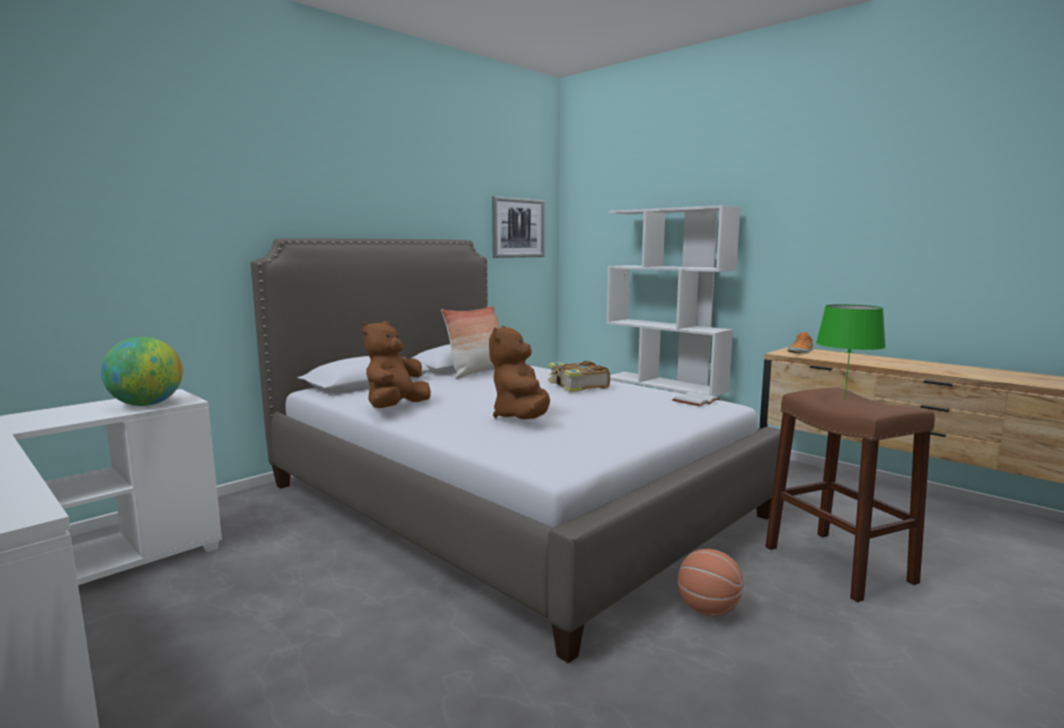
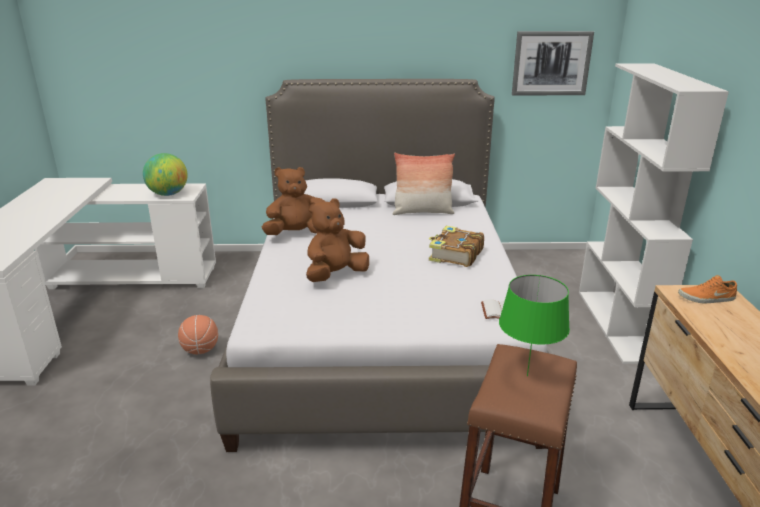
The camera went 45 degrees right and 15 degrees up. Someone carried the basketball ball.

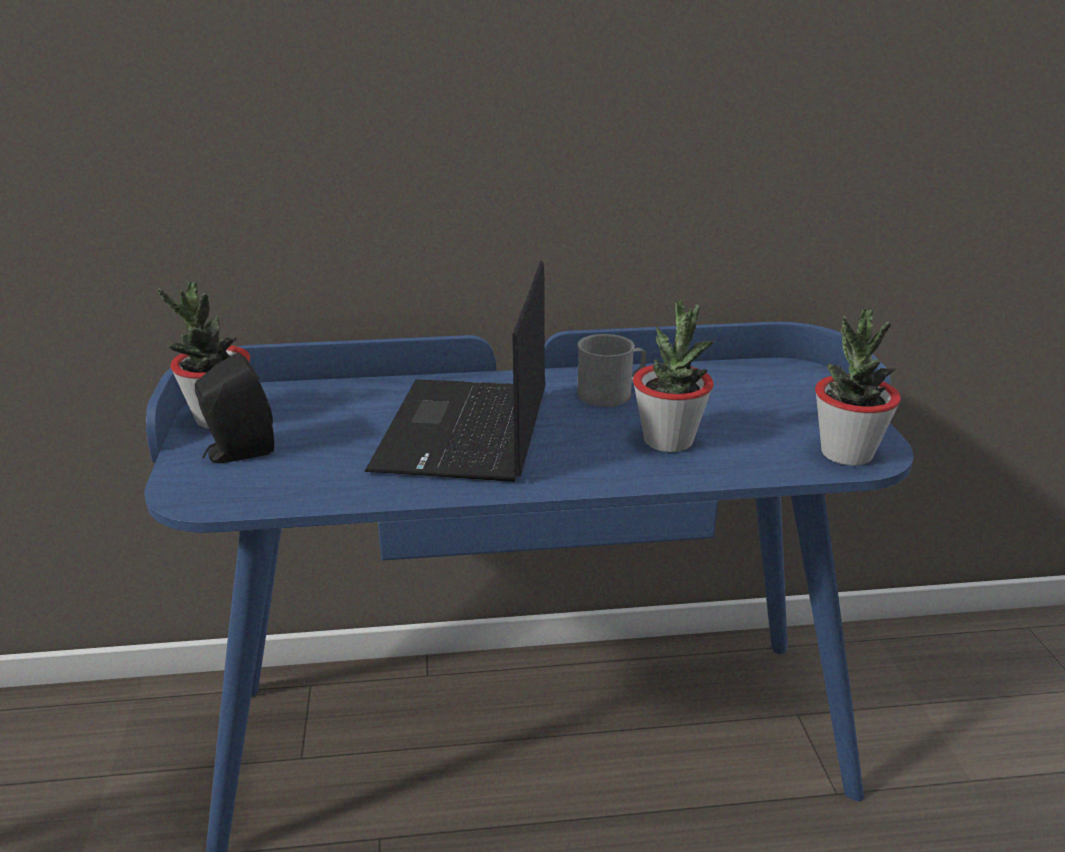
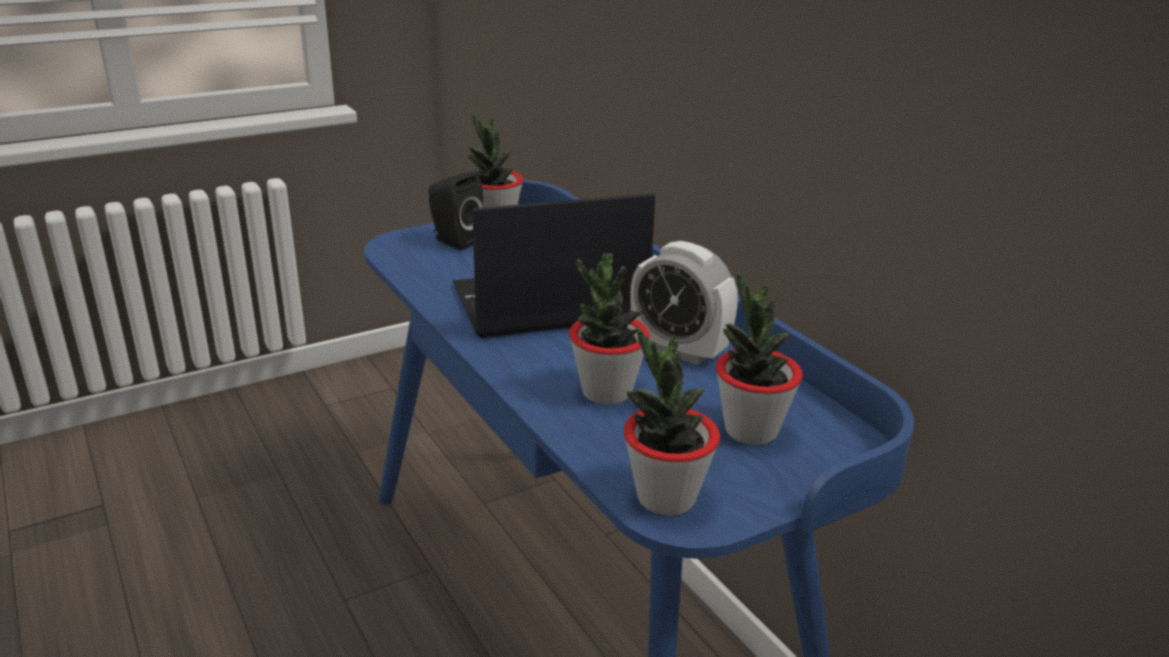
The camera went 65 degrees right and 0 degrees up. Someone swapped the tea mug/greyish for the alarm clock. Someone put down the plant in a pot (no. 4 from left).

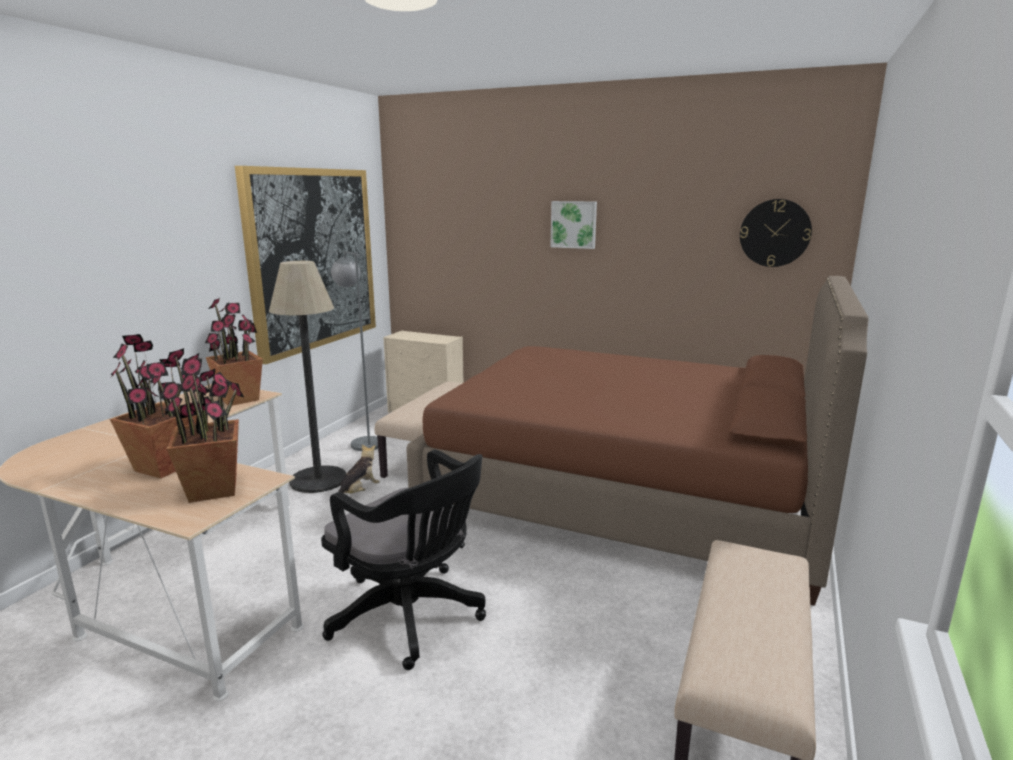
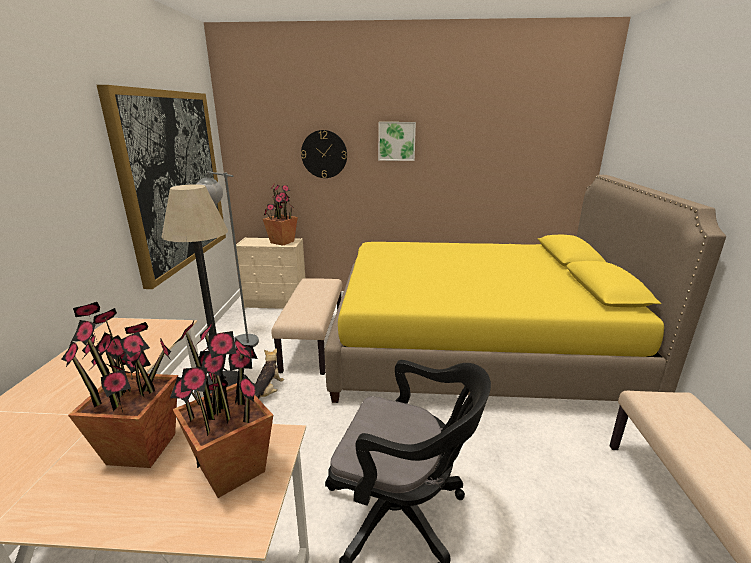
The camera went 20 degrees left and 5 degrees up. Someone carried the plant in a pot (no. 3 from left). Someone carried the hanging clock. Someone repainted the bed/brownish, which became the bed/yellowish.

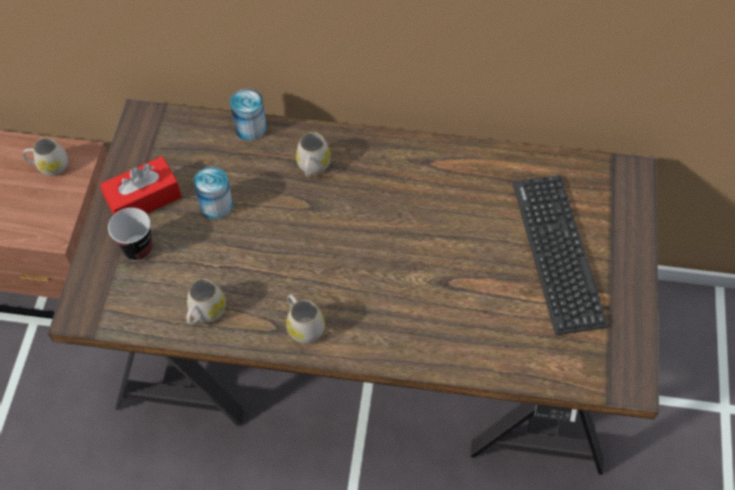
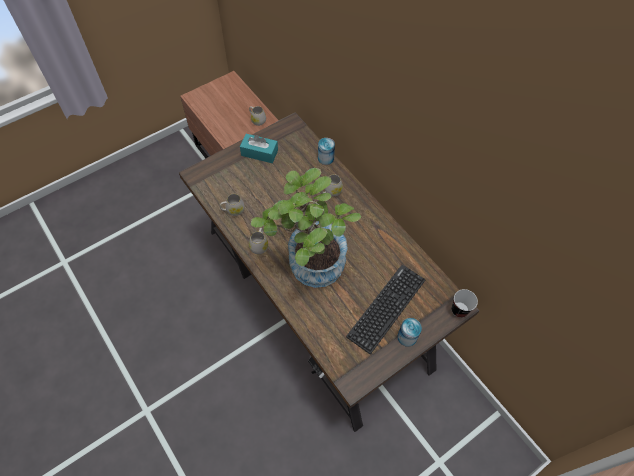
The camera went 45 degrees right and 0 degrees up. Someone repainted the tissue holder/red-coloured, which became the tissue holder/turquoise-coloured. Someone put down the plant in a pot. Someone carried the sealed can (no. 1 from left in the first image). Someone carried the drinking cup.

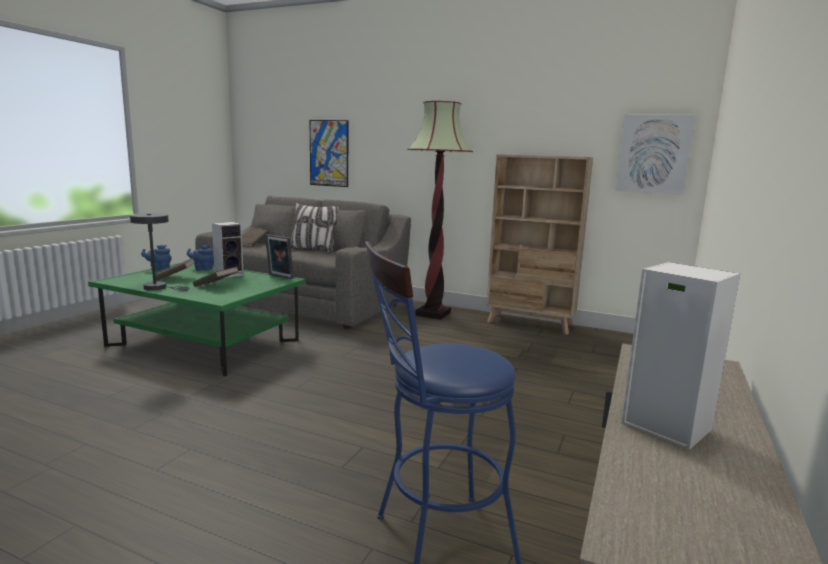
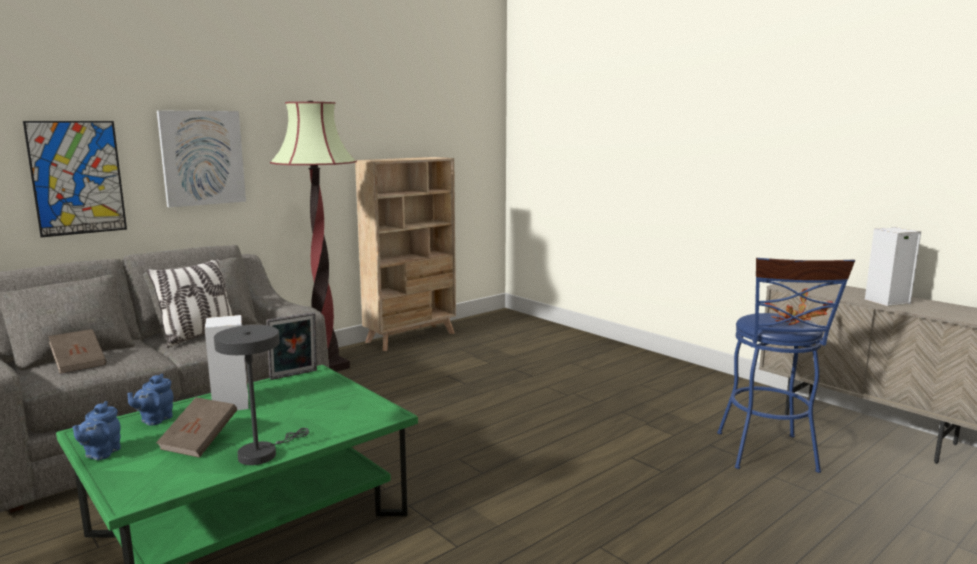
The camera went 65 degrees left and 0 degrees up. Someone carried the wall art (no. 2 from left). Someone put down the plant in a pot. Someone took away the book/brownish (no. 2 from left).

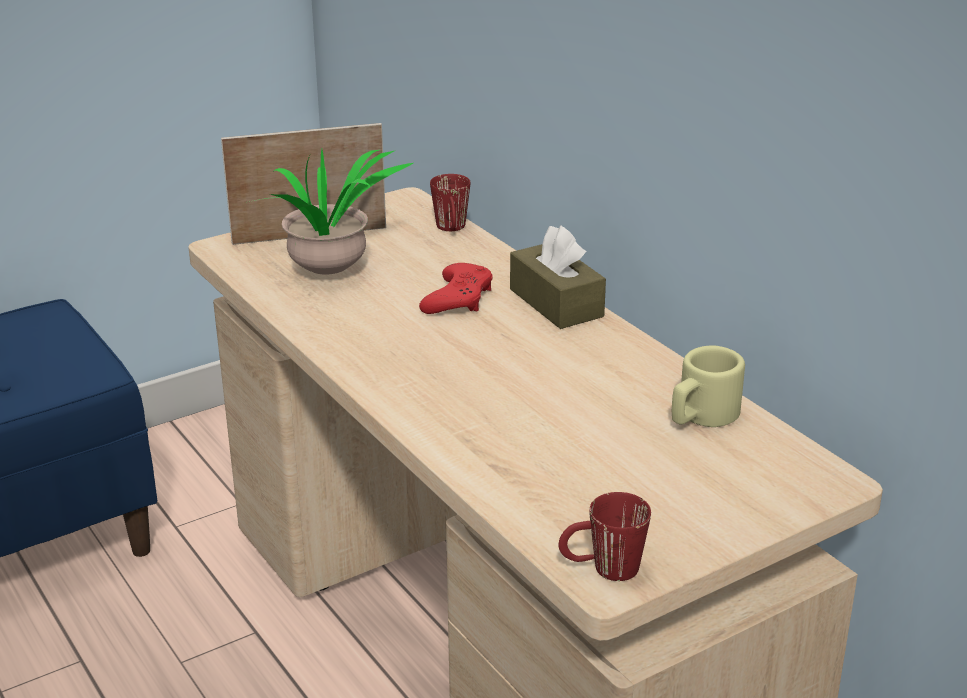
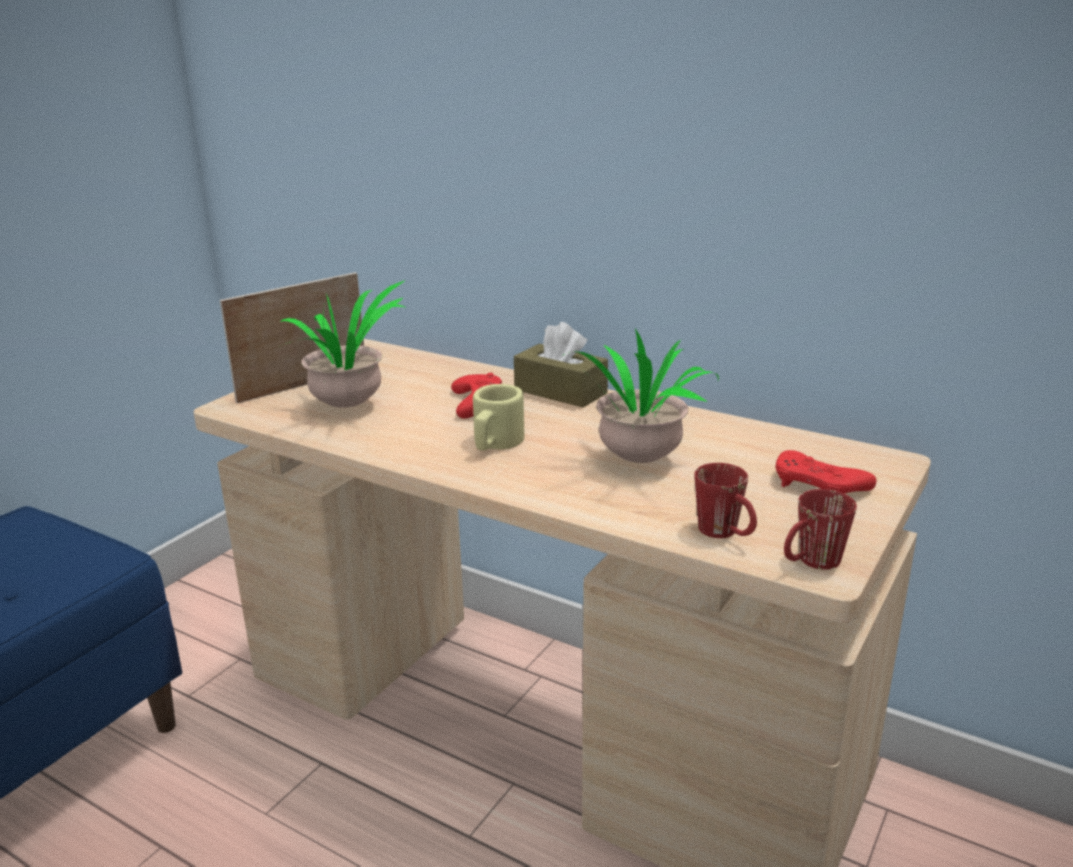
The camera went 25 degrees left and 5 degrees down. Someone carried the tea mug/sand-coloured. Someone put down the plant in a pot (no. 2 from left). Someone carried the tea mug/red-coloured (no. 1 from left). Someone put down the joypad/red-coloured (no. 2 from left).

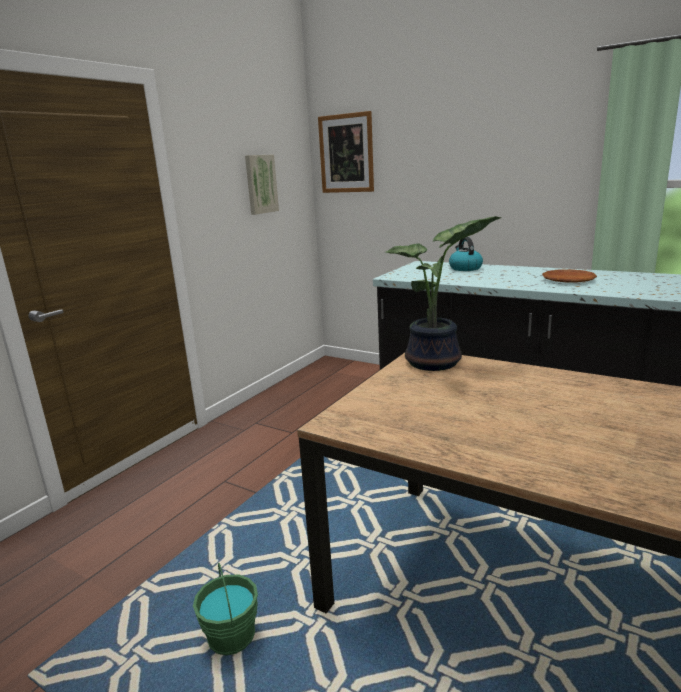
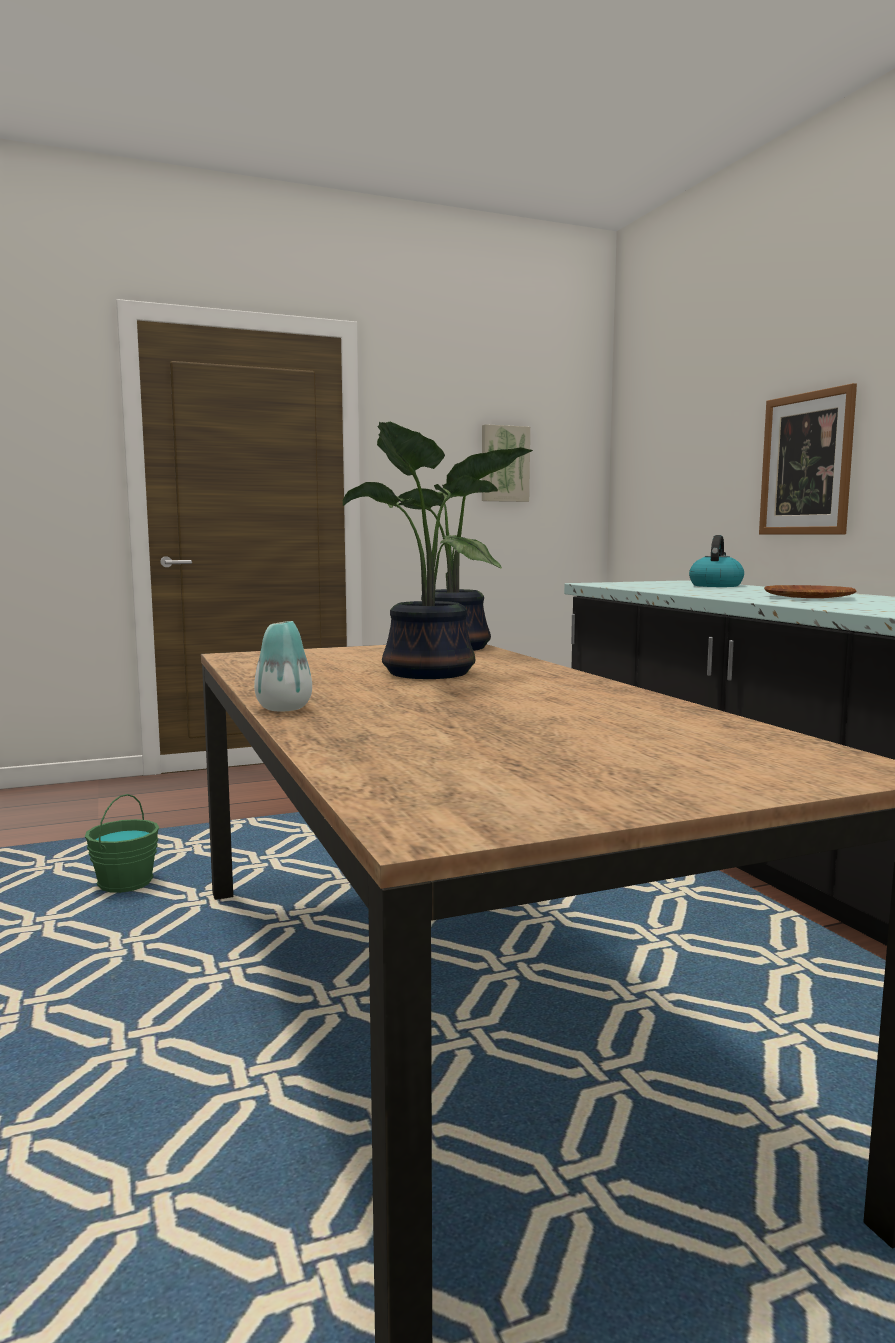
The camera went 35 degrees right and 10 degrees down. Someone put down the flower vase. Someone put down the plant in a pot (no. 1 from left). Someone carried the wall art (no. 2 from left).

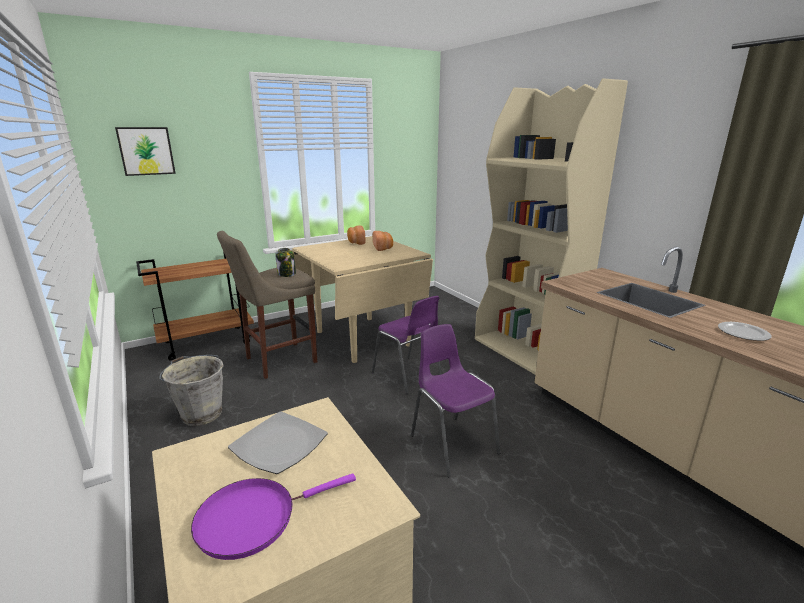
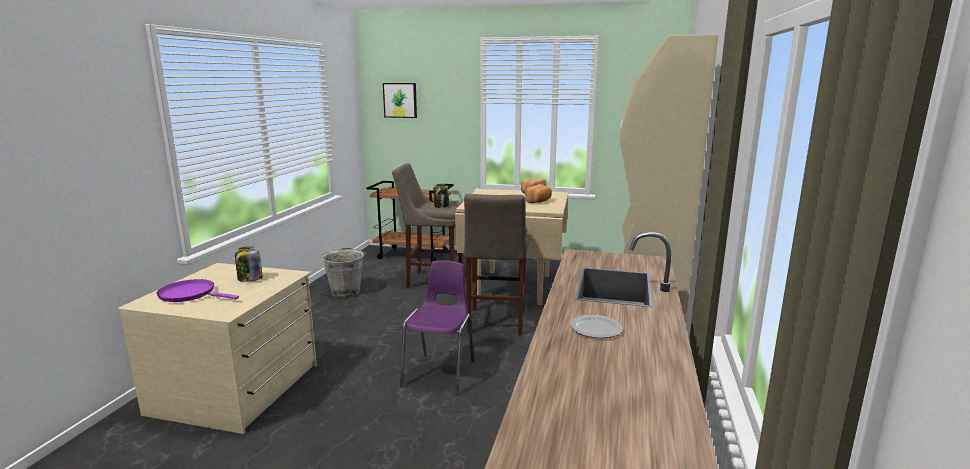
The camera went 45 degrees right and 5 degrees down. Someone swapped the dinner plate (no. 1 from left) for the storage jar (no. 1 from left). Someone swapped the chair/purple (no. 1 from left) for the sitting stool/sand-coloured (no. 2 from left).

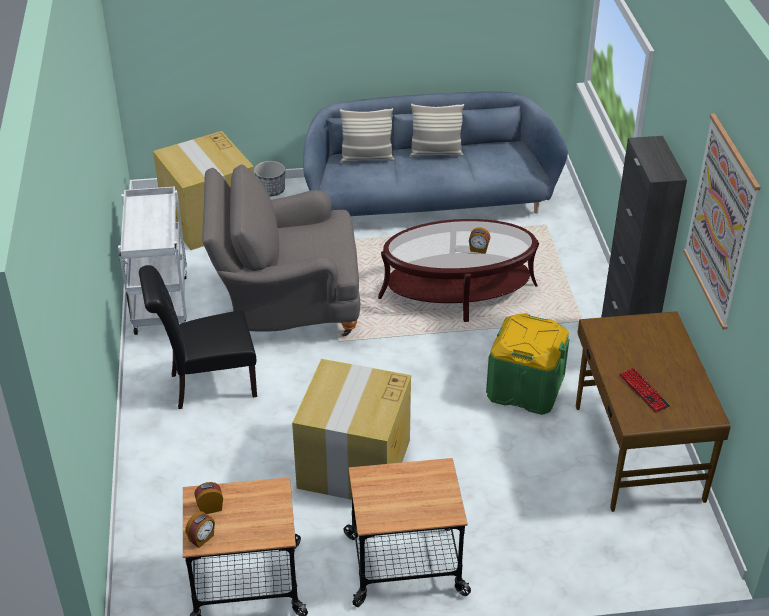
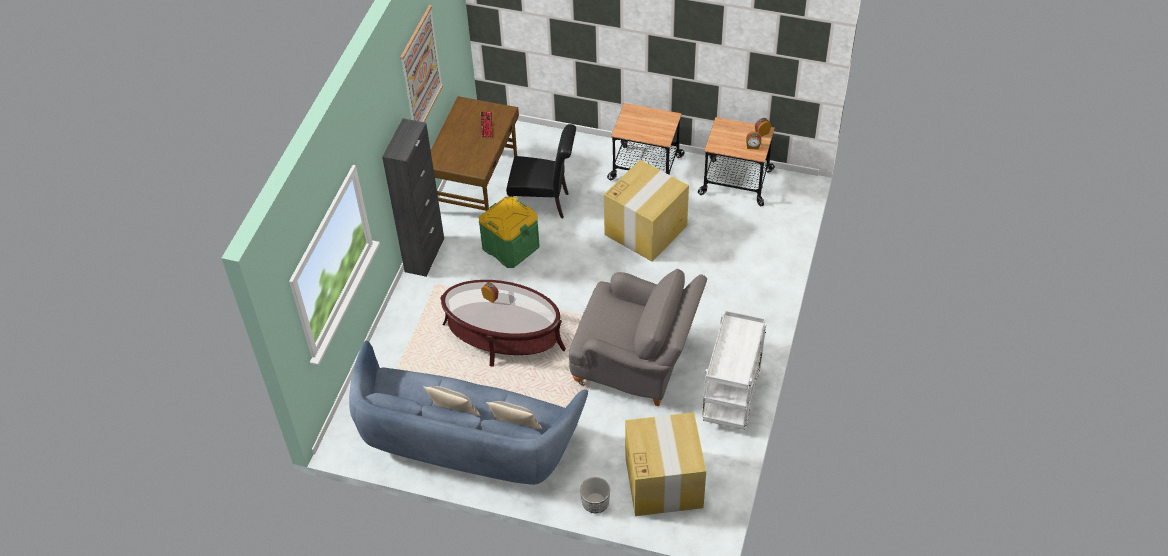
The camera went 155 degrees left and 10 degrees up. Someone carried the chair/black-coloured.

